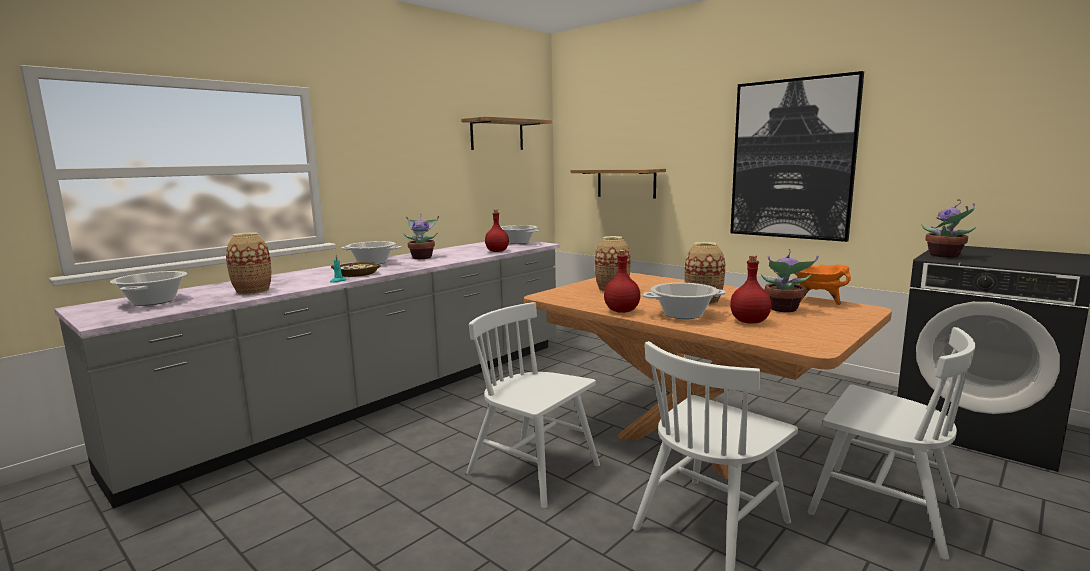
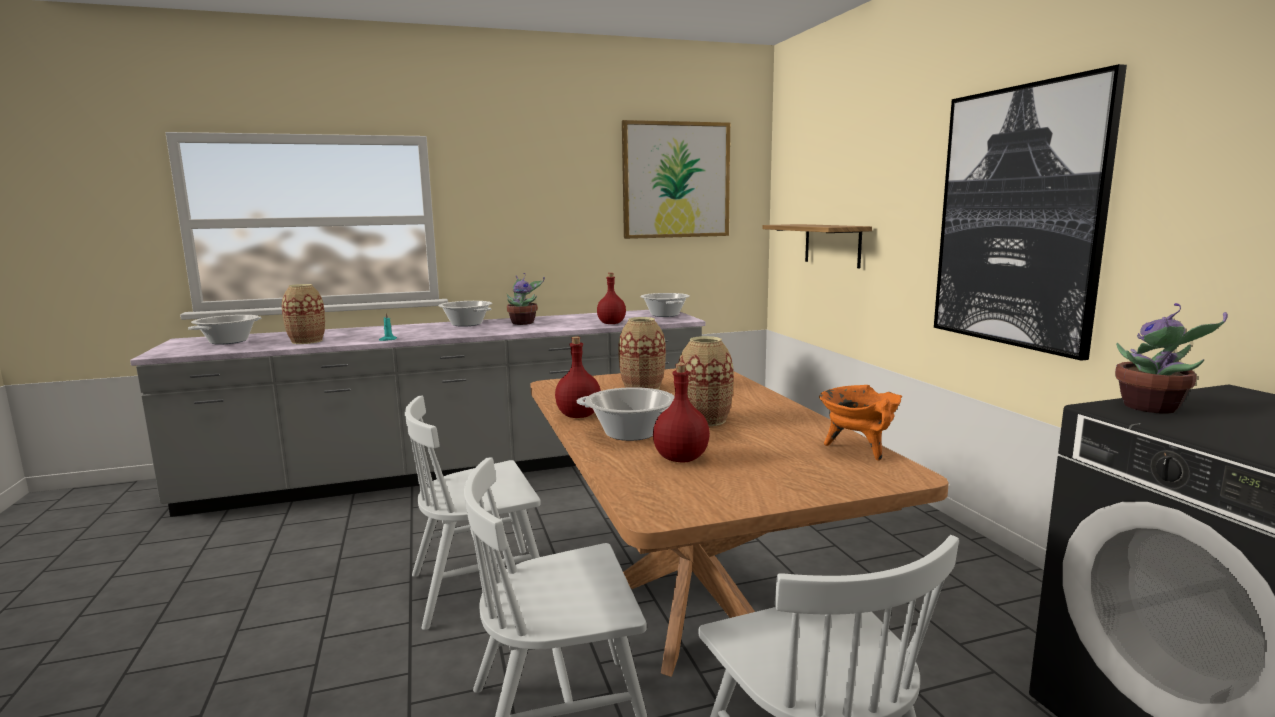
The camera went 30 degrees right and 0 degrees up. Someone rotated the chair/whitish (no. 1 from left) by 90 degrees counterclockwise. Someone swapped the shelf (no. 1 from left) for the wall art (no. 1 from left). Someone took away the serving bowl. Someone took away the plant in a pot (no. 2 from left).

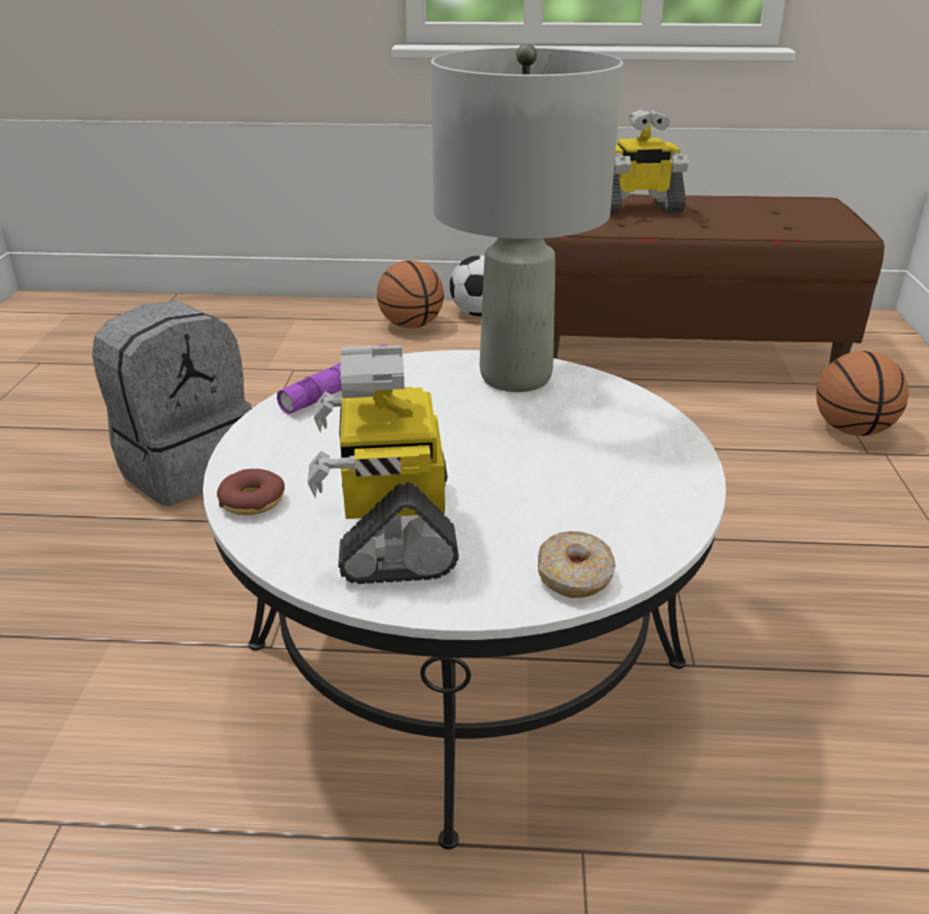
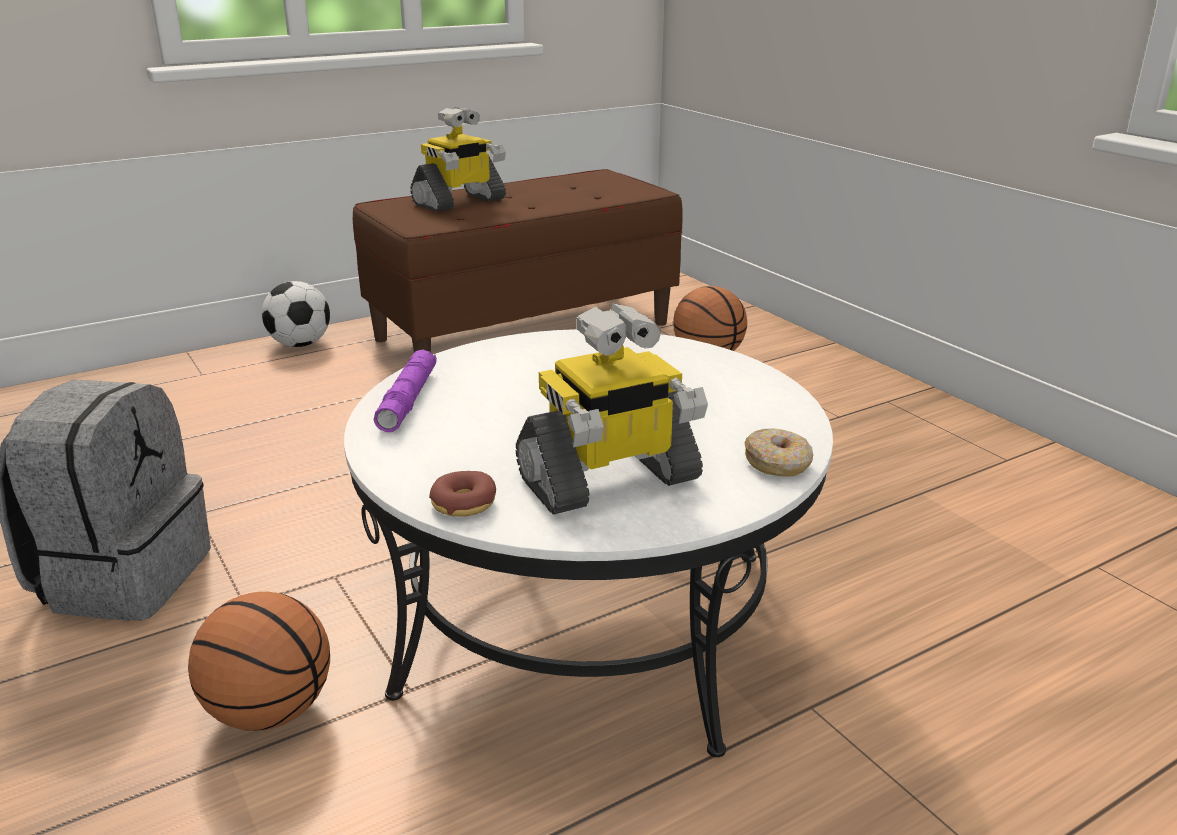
The camera went 35 degrees left and 5 degrees down. Someone carried the basketball ball (no. 1 from left). Someone rotated the robot figure (no. 1 from left in the first image) by 75 degrees counterclockwise. Someone took away the table lamp/greyish.

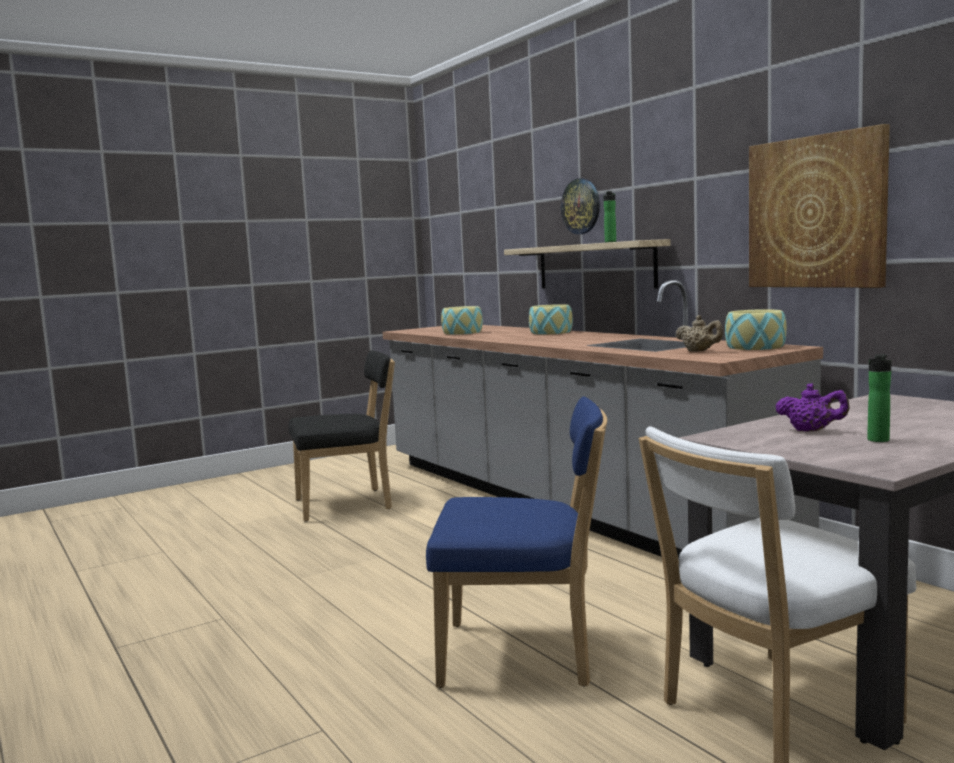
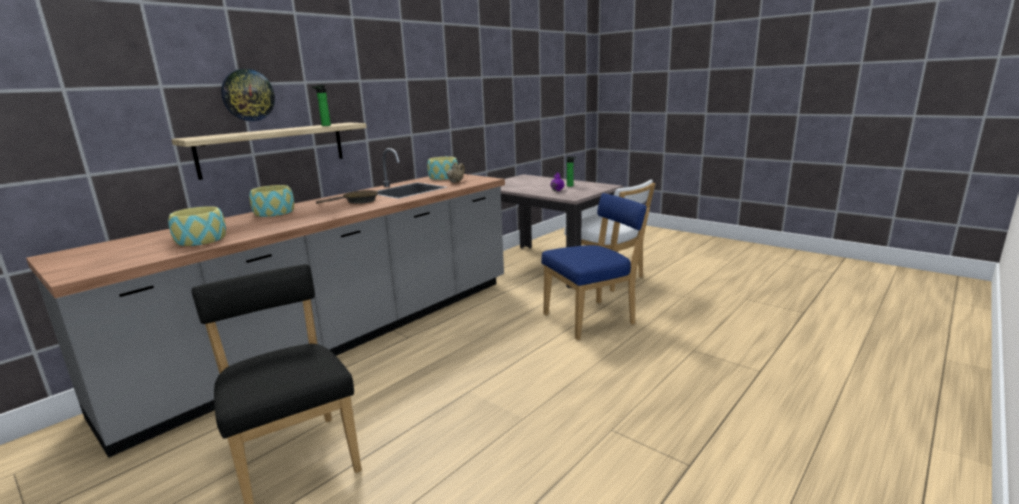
The camera went 105 degrees left and 10 degrees up. Someone put down the skillet/brownish. Someone rotated the chair/bluish by 75 degrees clockwise. Someone took away the wall art.

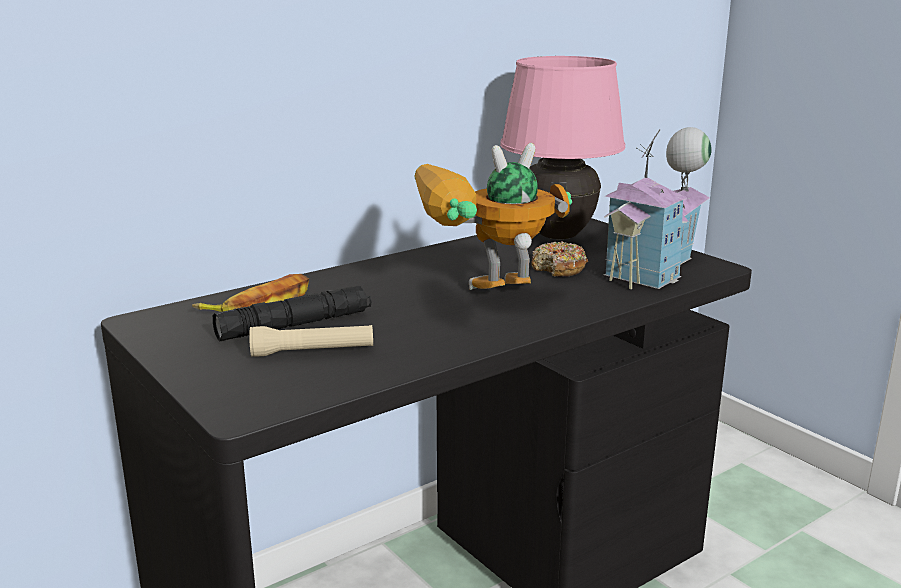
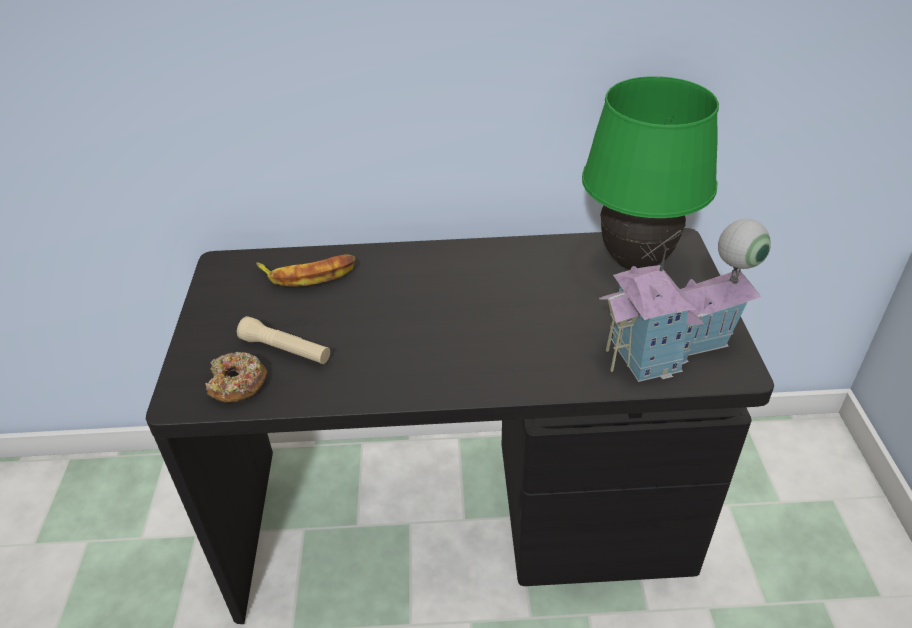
The camera went 35 degrees right and 20 degrees up. Someone carried the donut. Someone repainted the table lamp/pink, which became the table lamp/greenish. Someone took away the flashlight/black-coloured. Someone took away the robot figure.

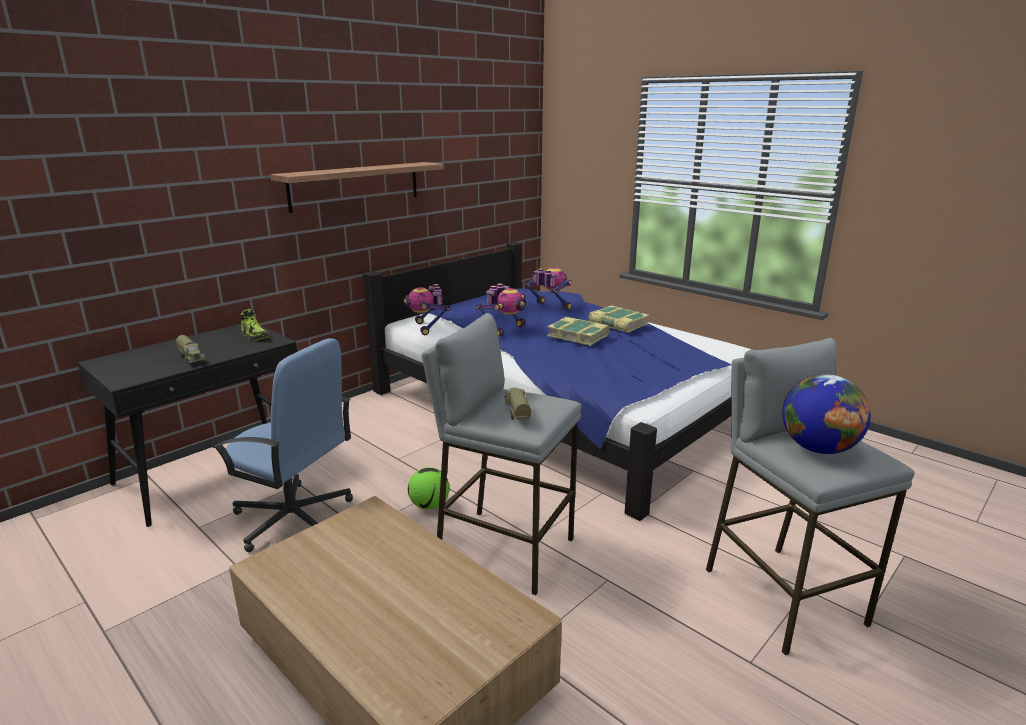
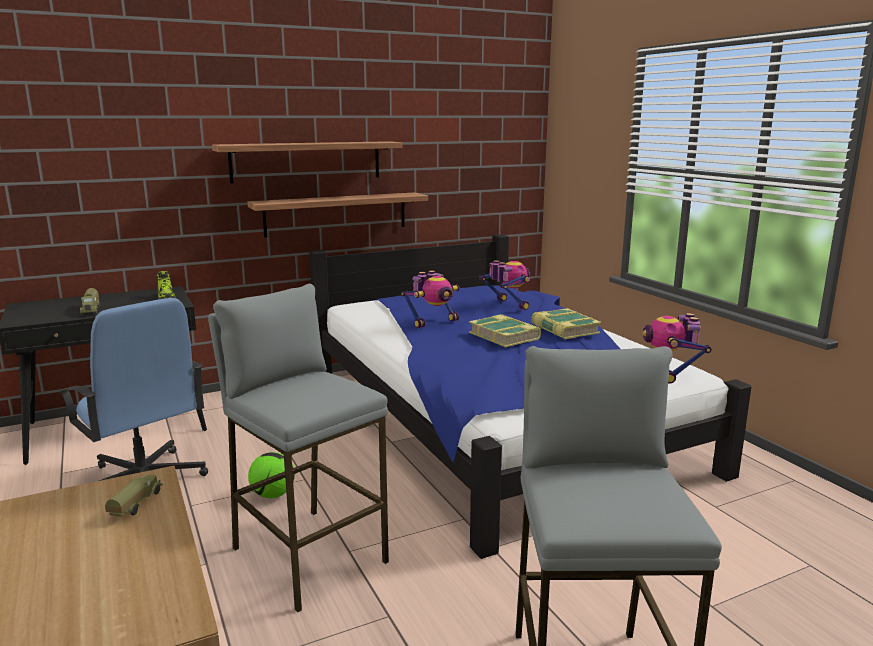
The camera went 20 degrees right and 5 degrees down. Someone carried the model truck (no. 2 from left). Someone put up the shelf (no. 2 from left). Someone carried the robot figure (no. 1 from left in the first image). Someone took away the world globe.

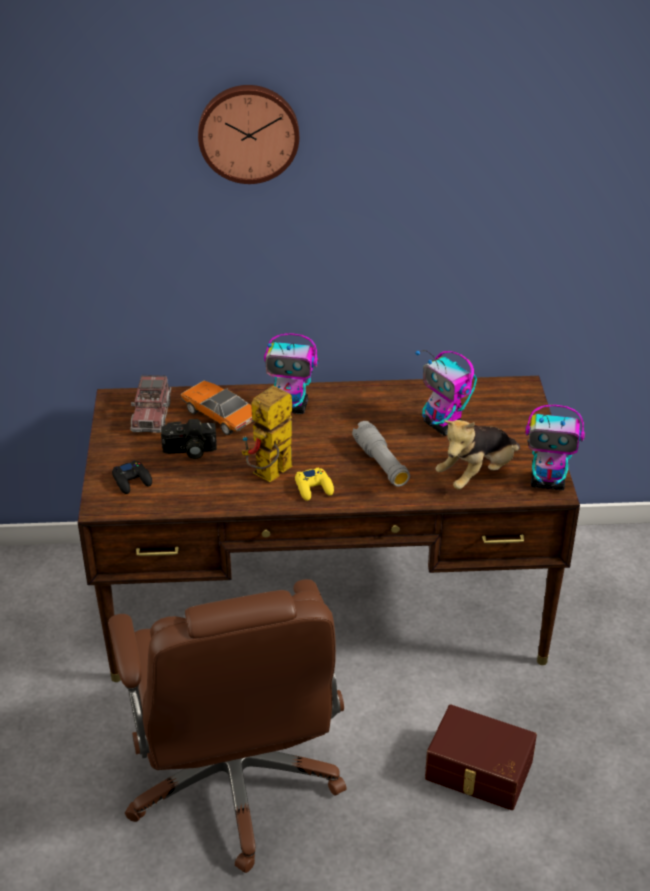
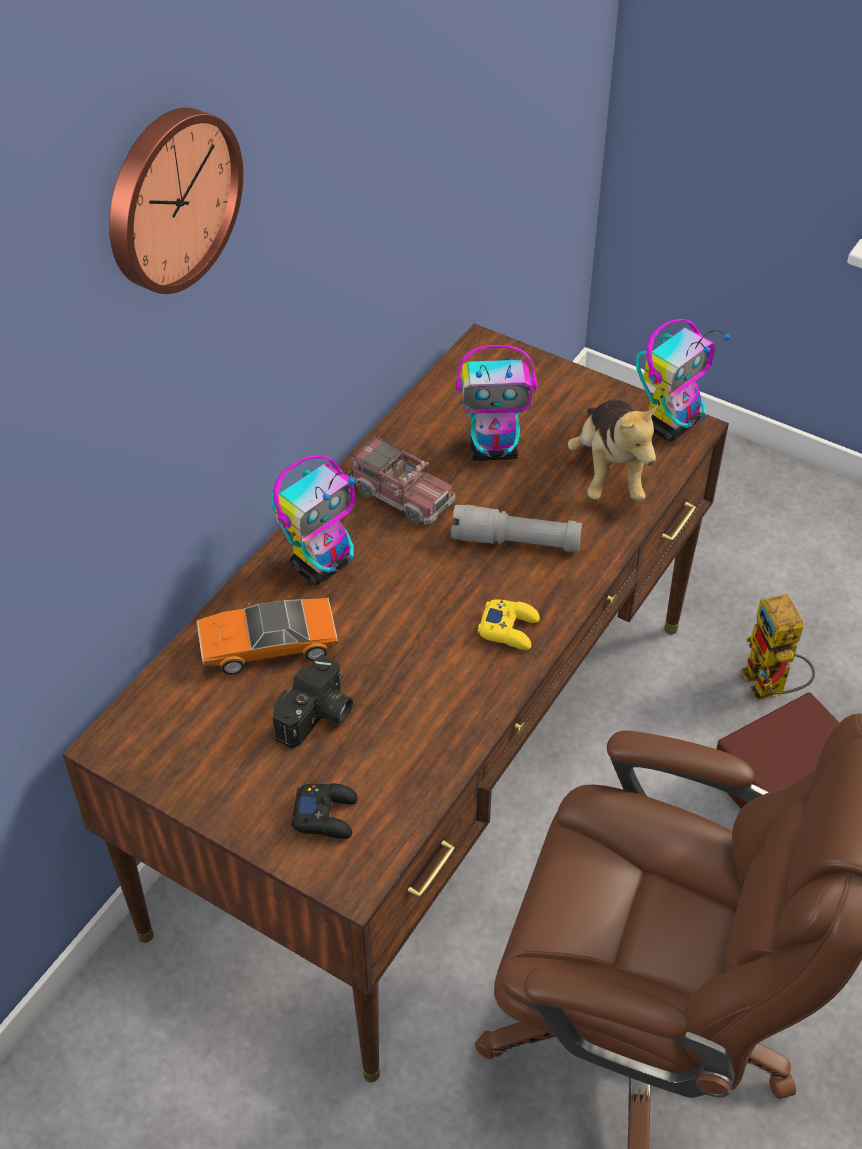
The camera went 55 degrees left and 10 degrees up. Someone carried the model truck. Someone carried the robot figure (no. 1 from left in the first image).

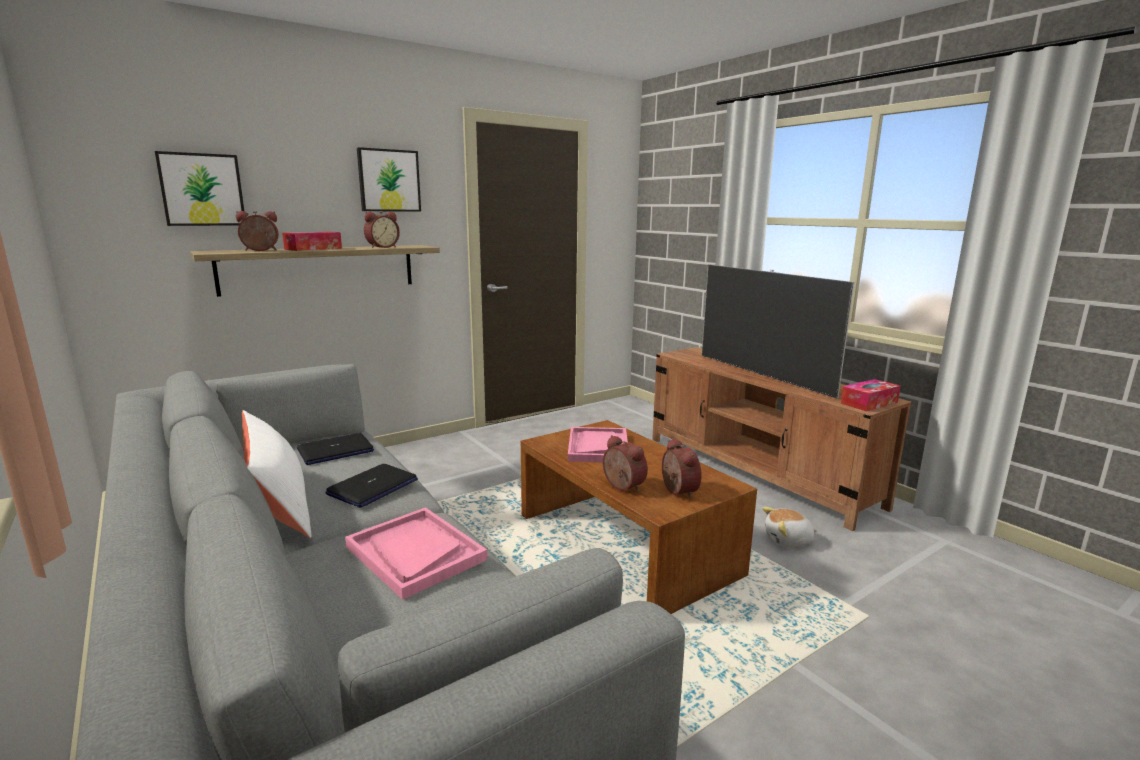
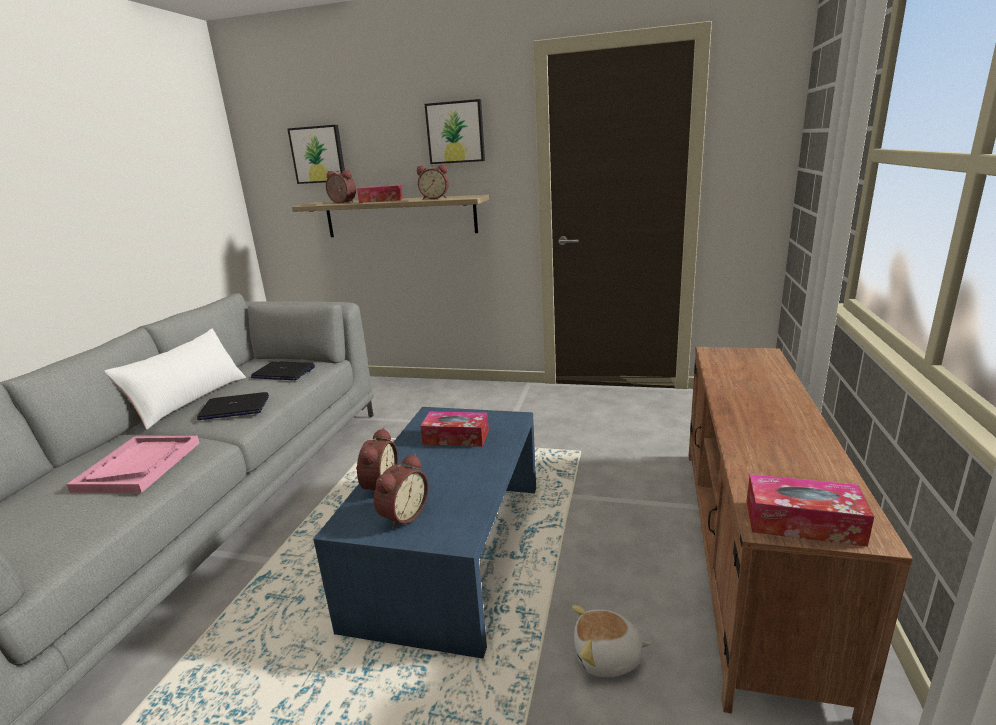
The camera went 50 degrees right and 5 degrees up. Someone repainted the lounge table/brownish, which became the lounge table/bluish. Someone swapped the tray/pink (no. 2 from left) for the tissue holder (no. 2 from left). Someone rotated the cuddly toy by 45 degrees counterclockwise. Someone took away the TV set.

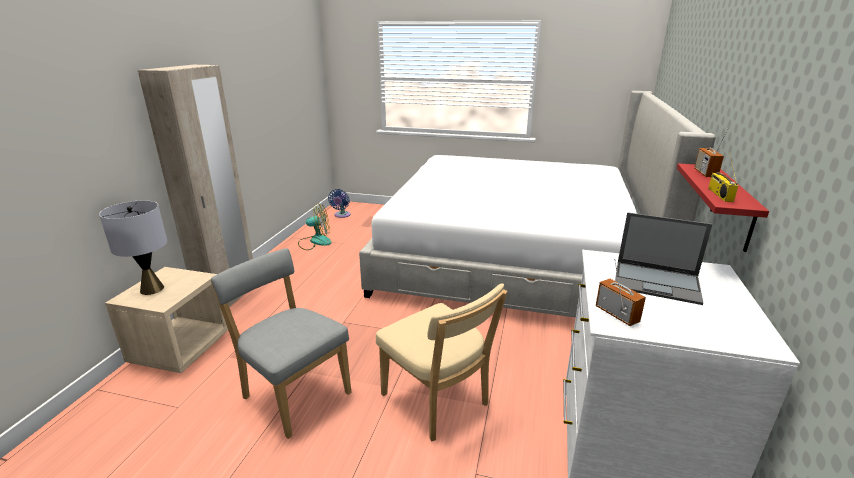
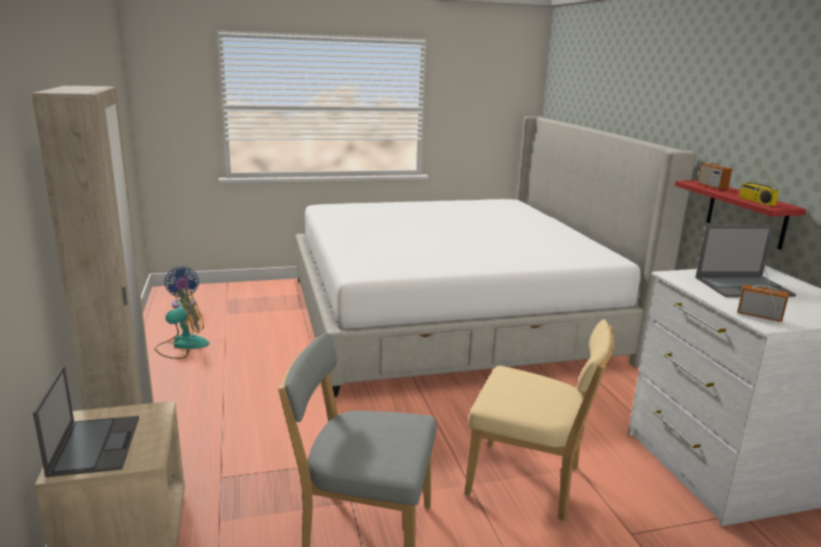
The camera went 30 degrees left and 5 degrees down. Someone swapped the table lamp/greyish for the portable computer (no. 1 from left).

